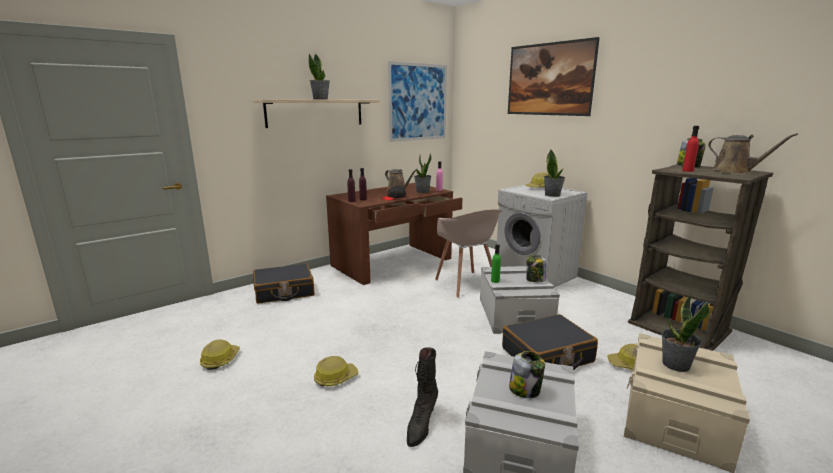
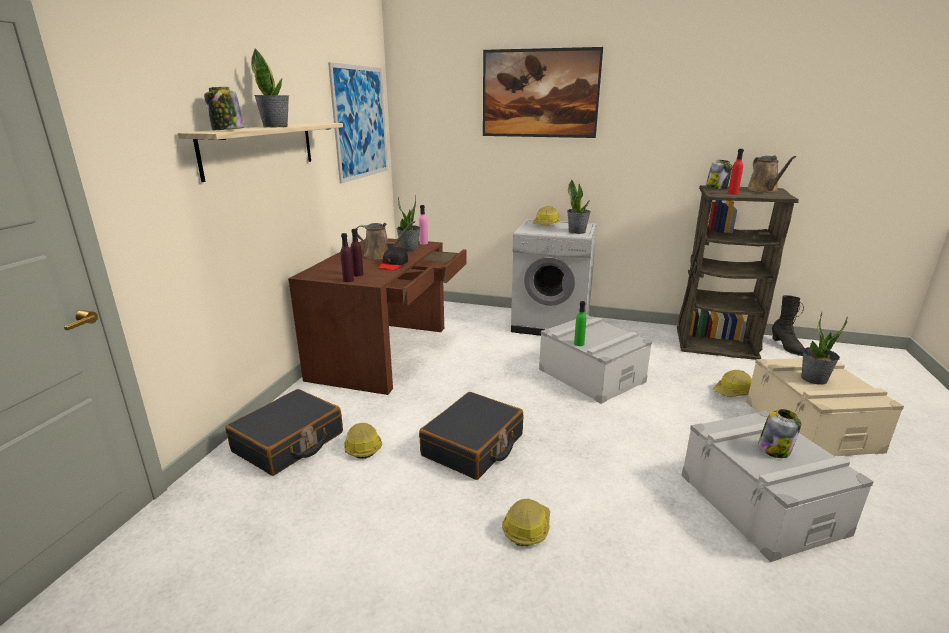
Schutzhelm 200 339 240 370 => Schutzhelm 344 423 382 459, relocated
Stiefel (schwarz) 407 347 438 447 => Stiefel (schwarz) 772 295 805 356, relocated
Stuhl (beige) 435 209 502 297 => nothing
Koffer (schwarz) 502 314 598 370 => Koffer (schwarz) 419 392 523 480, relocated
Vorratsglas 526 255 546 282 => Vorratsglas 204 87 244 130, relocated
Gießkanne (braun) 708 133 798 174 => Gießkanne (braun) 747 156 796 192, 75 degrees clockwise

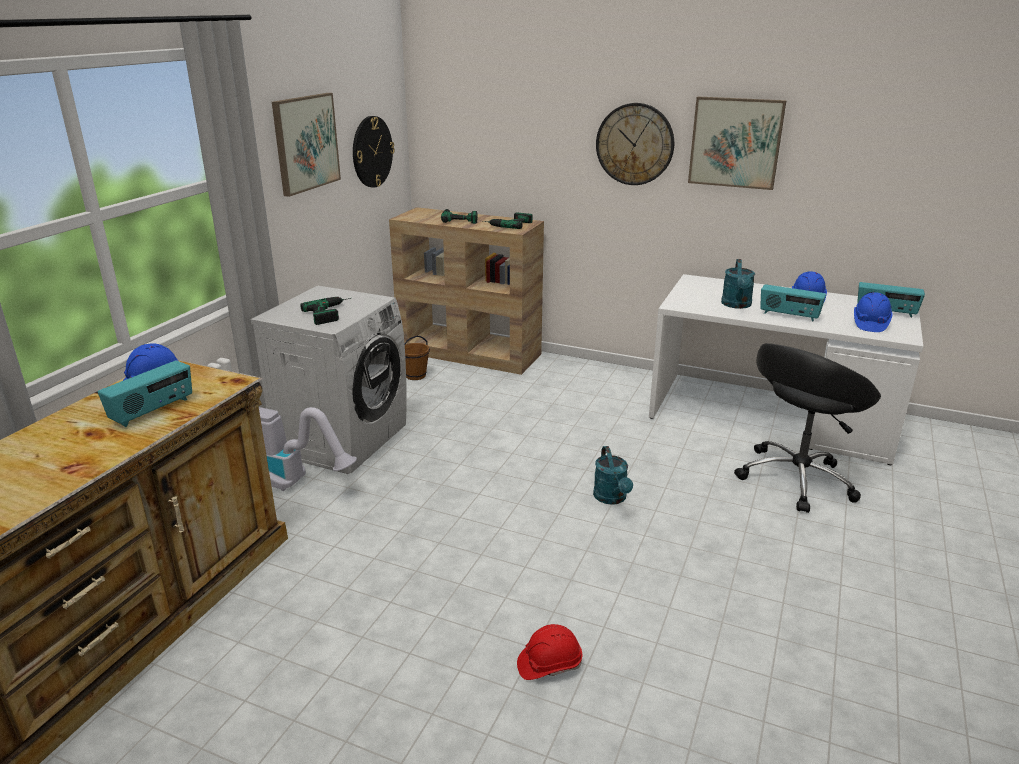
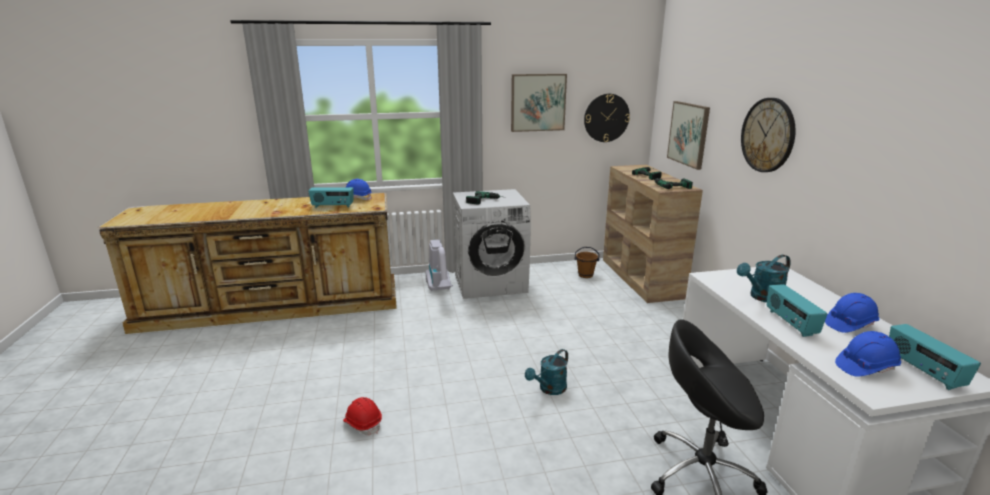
Bild 688 97 786 190 => Bild 667 101 710 170, relocated

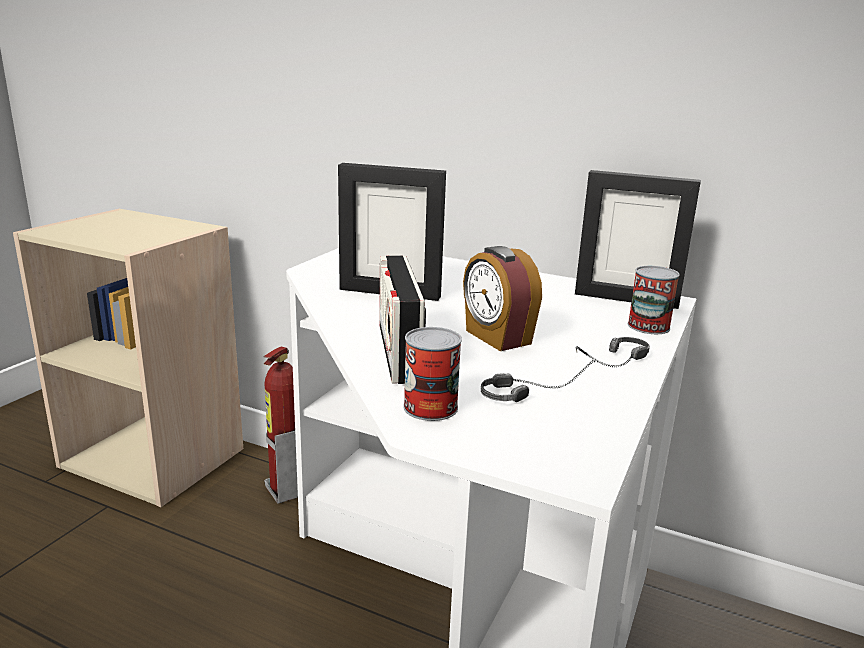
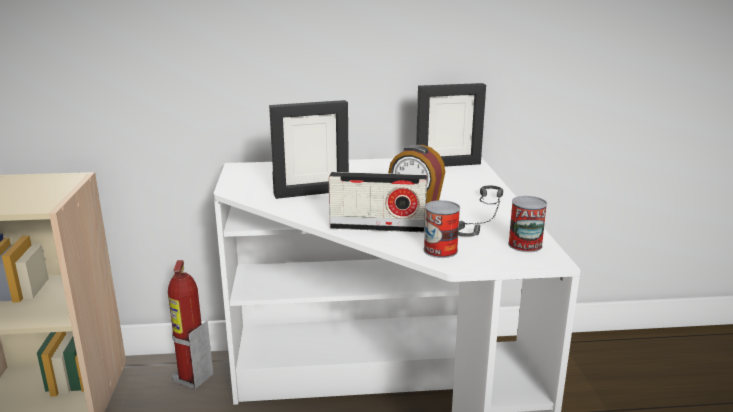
Radio 379 256 426 384 => Radio 329 172 427 232, 45 degrees counterclockwise
Dose 628 266 680 334 => Dose 508 196 547 252, relocated

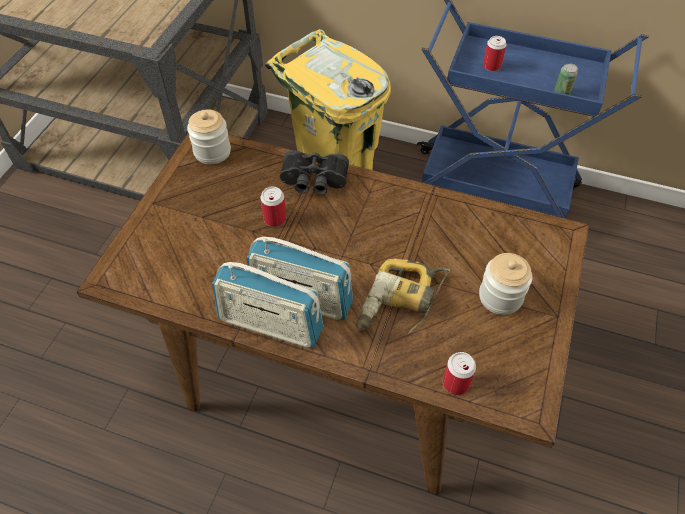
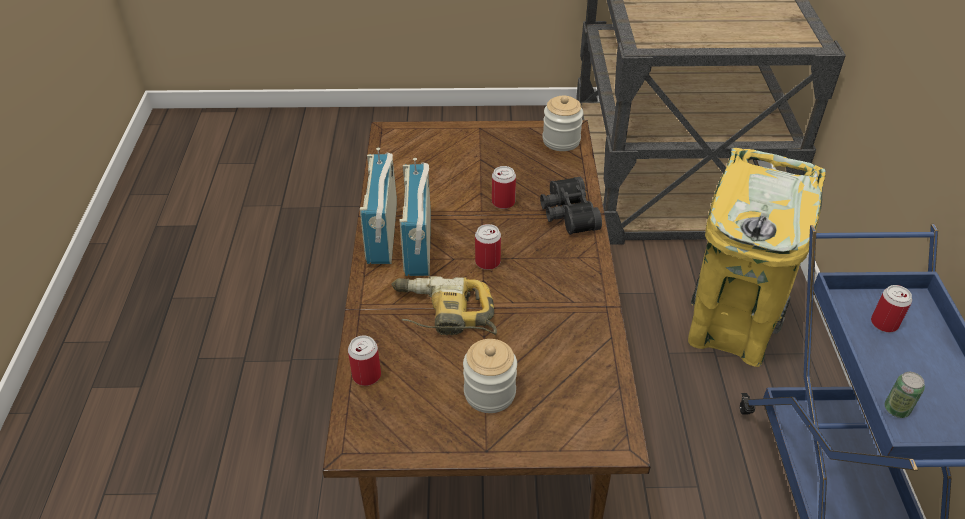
nothing => Dose 475 224 501 270

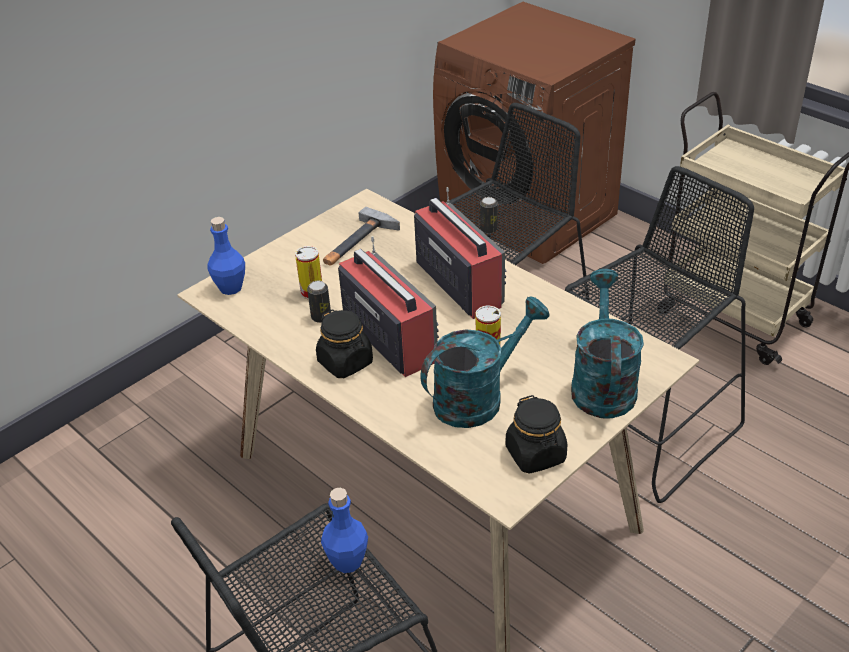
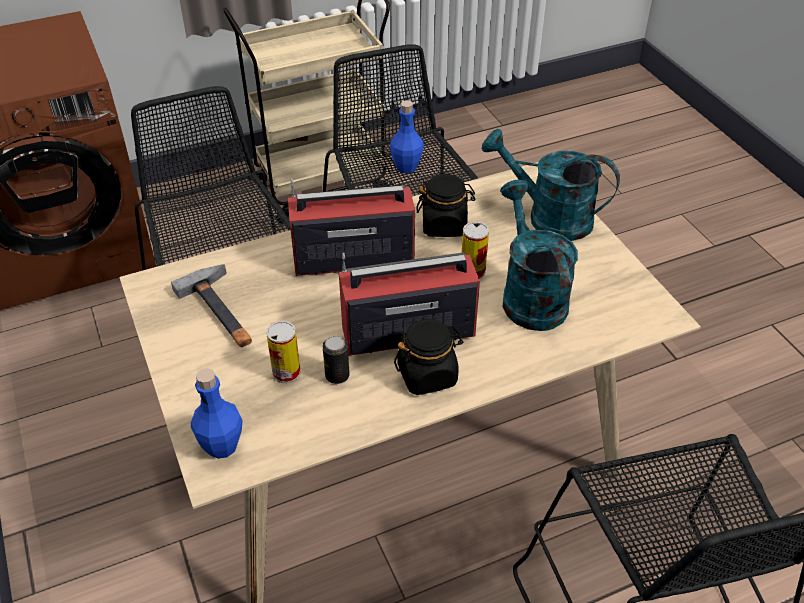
Flasche (blau) 321 487 368 573 => Flasche (blau) 390 100 424 173, relocated
Dose 480 197 498 234 => nothing
Vorratsglas (schwarz) 505 395 567 474 => Vorratsglas (schwarz) 417 174 475 237, relocated

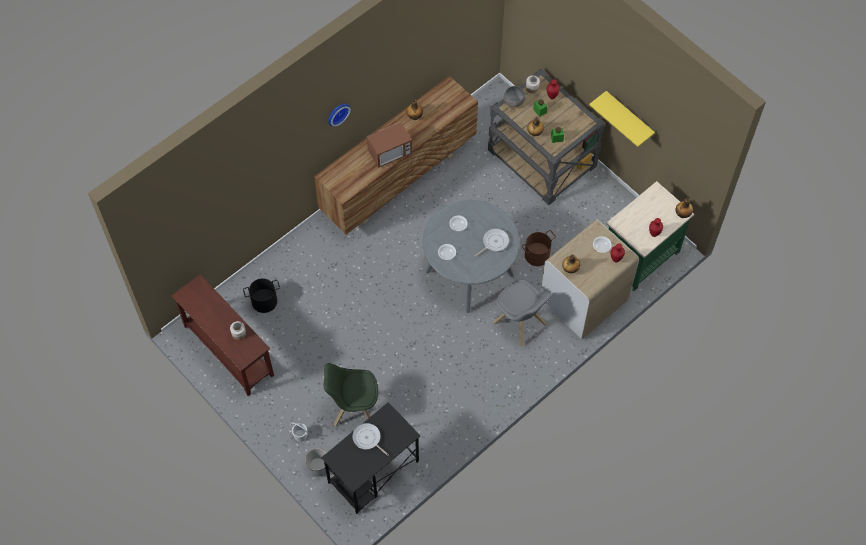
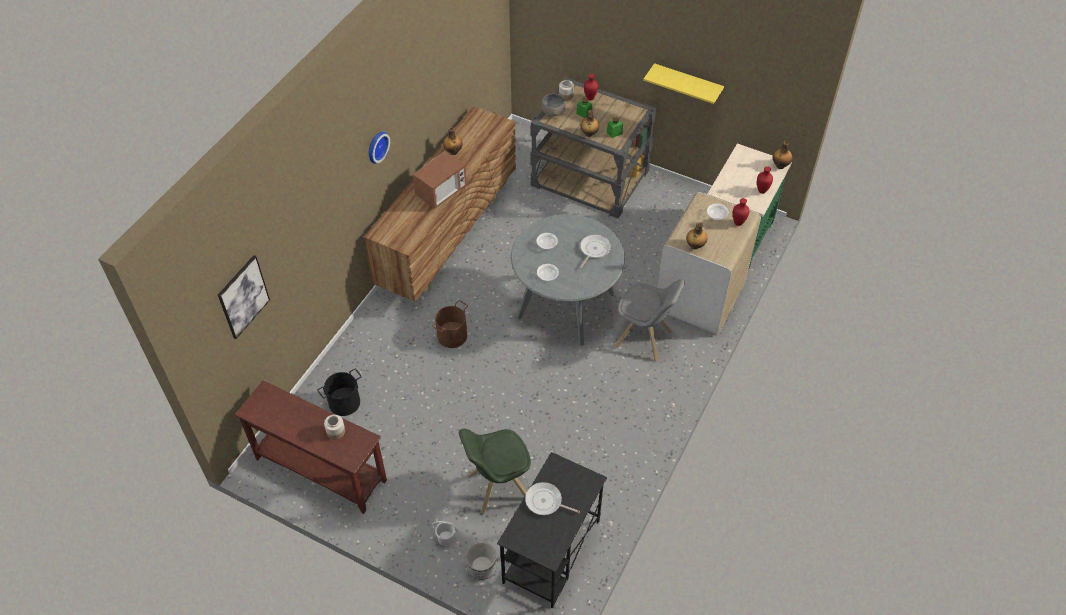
Eimer (braun) 522 230 556 266 => Eimer (braun) 432 300 468 348, relocated
nothing => Bild 218 255 270 339

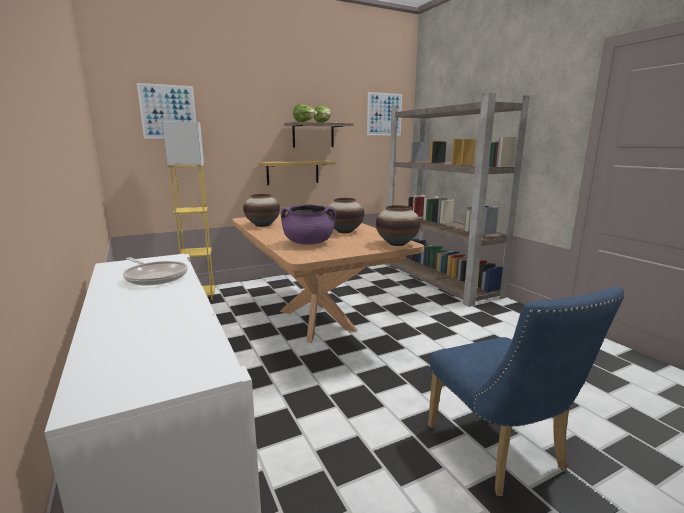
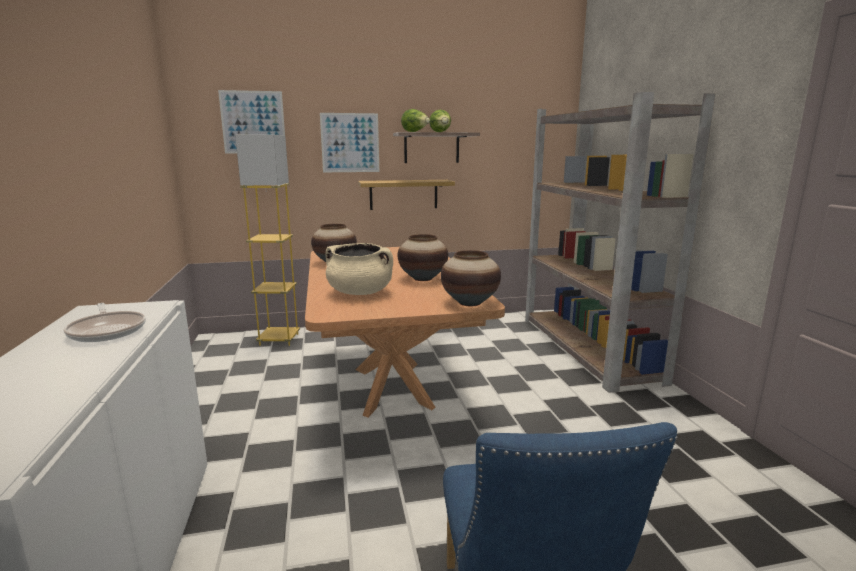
Kochtopf (lila) 281 204 336 245 => Kochtopf (beige) 325 243 393 295
Bild 367 92 402 136 => Bild 320 113 379 172, relocated

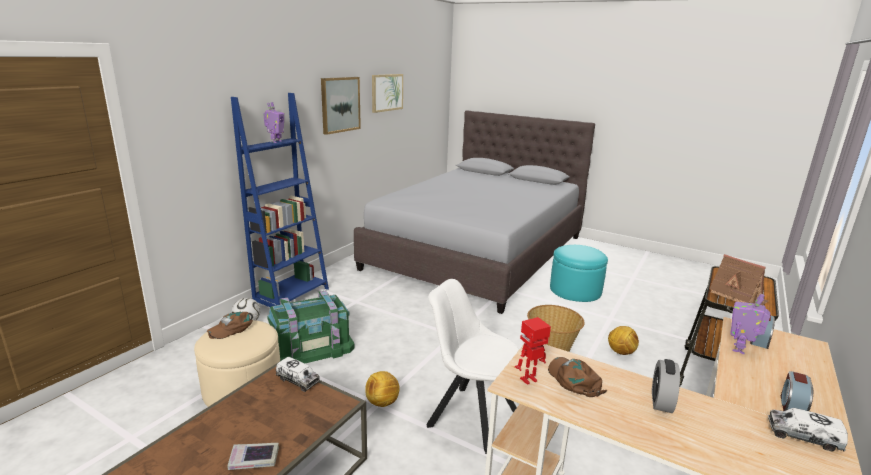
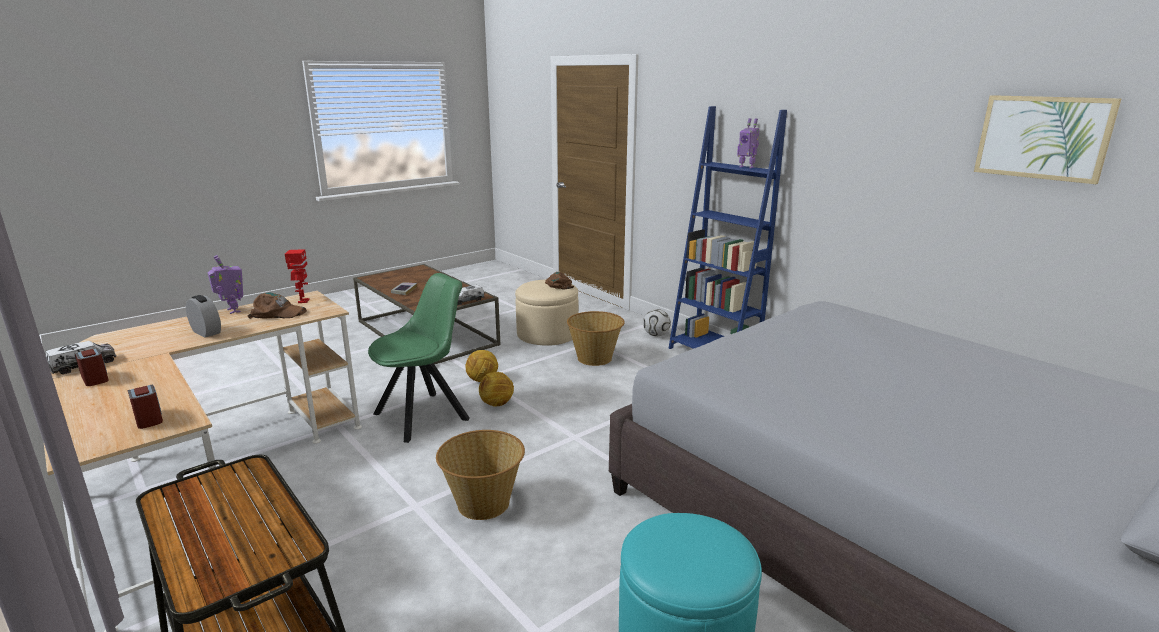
Aufbewahrungsbox (grün) 267 291 355 363 => Korb 567 311 625 366
Bild 321 77 361 135 => nothing
Stuhl (weiß) 426 279 520 454 => Stuhl (grün) 368 273 470 443
Fußball 608 326 639 355 => Fußball 479 372 514 407, relocated
Spielzeughaus 710 254 768 305 => nothing
Spielzeugroboter 730 294 771 355 => Spielzeugroboter 208 255 243 314, relocated

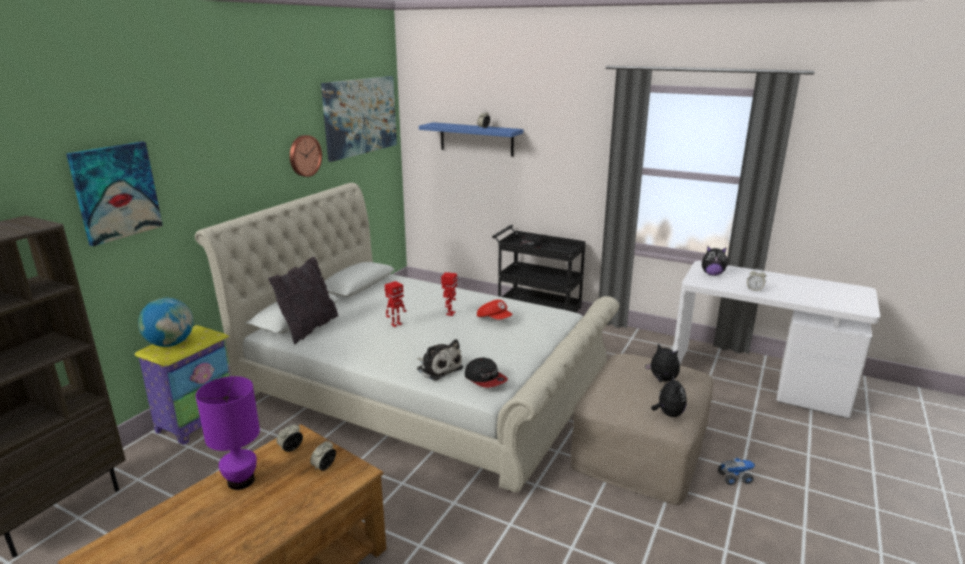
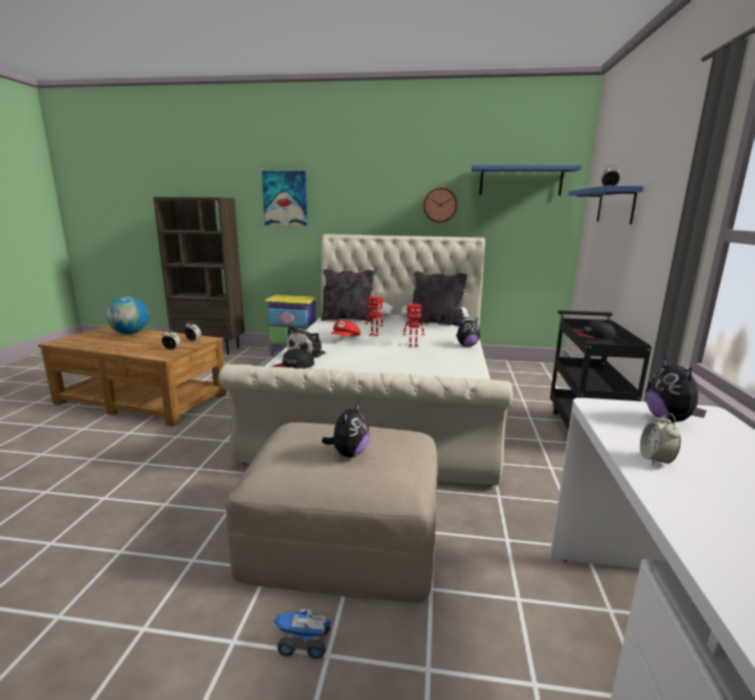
Globus 138 298 194 347 => Globus 106 296 149 334, relocated
Tischlampe (lila) 196 376 260 490 => nothing
Bild 321 76 397 162 => Wandregal (blau) 471 165 582 196
Kappe (rot) 477 300 513 320 => Kappe (rot) 331 320 361 336, relocated
Plüschtier 651 375 686 417 => Plüschtier 456 318 480 347, relocated
Spielzeuglaster 718 457 755 485 => Spielzeuglaster 274 609 332 659, 120 degrees clockwise
nothing => Kissen (schwarz) 412 271 467 326

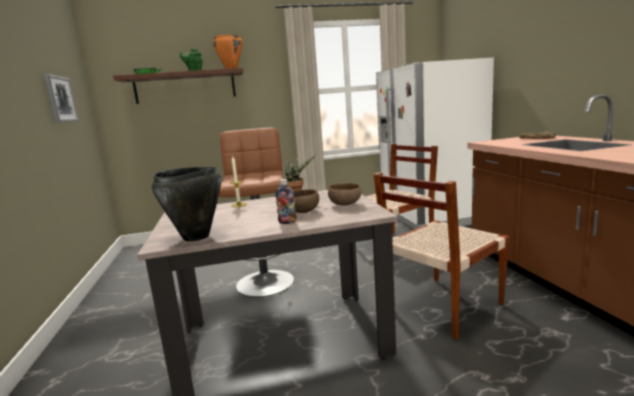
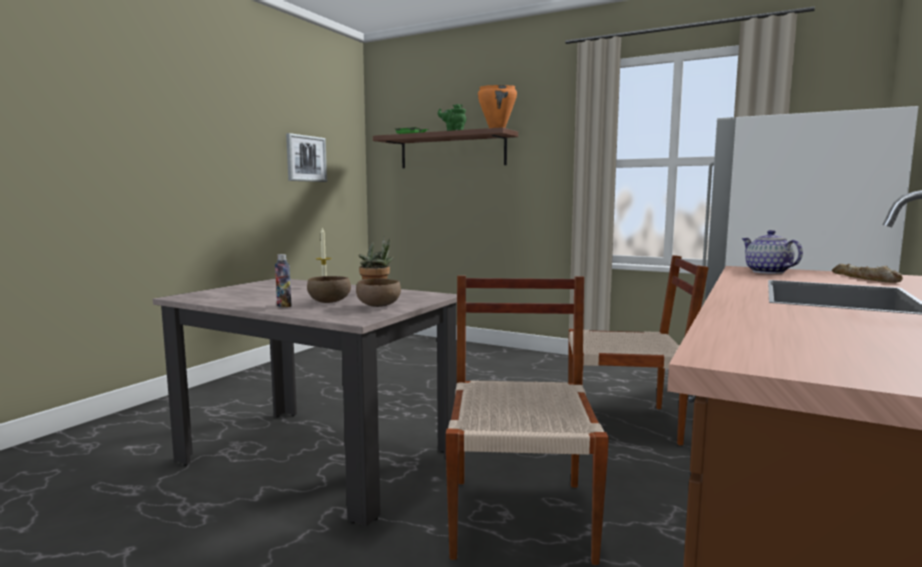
Kochtopf (schwarz) 152 167 221 242 => nothing
Hocker (braun) 219 128 294 297 => nothing
Stuhl 374 172 509 340 => Stuhl 446 275 609 565, 90 degrees clockwise
nothing => Teekanne 742 230 803 274

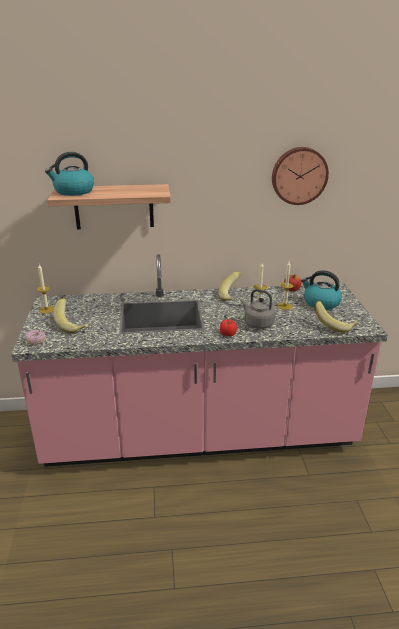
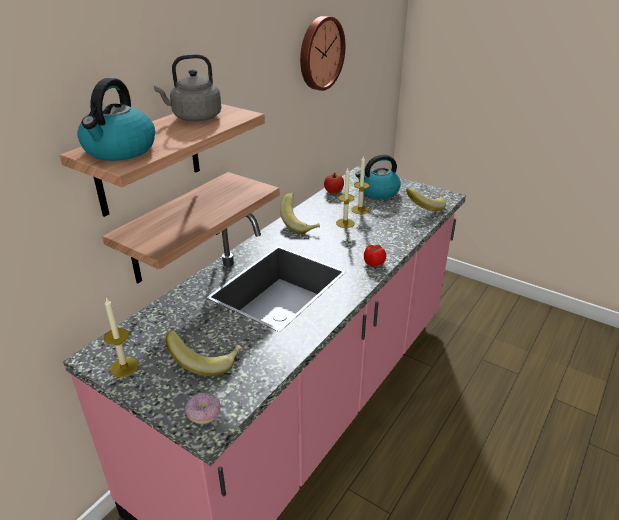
Wasserkessel (grau) 241 289 275 329 => Wasserkessel (grau) 154 54 221 122, relocated
nothing => Wandregal 102 172 280 283

